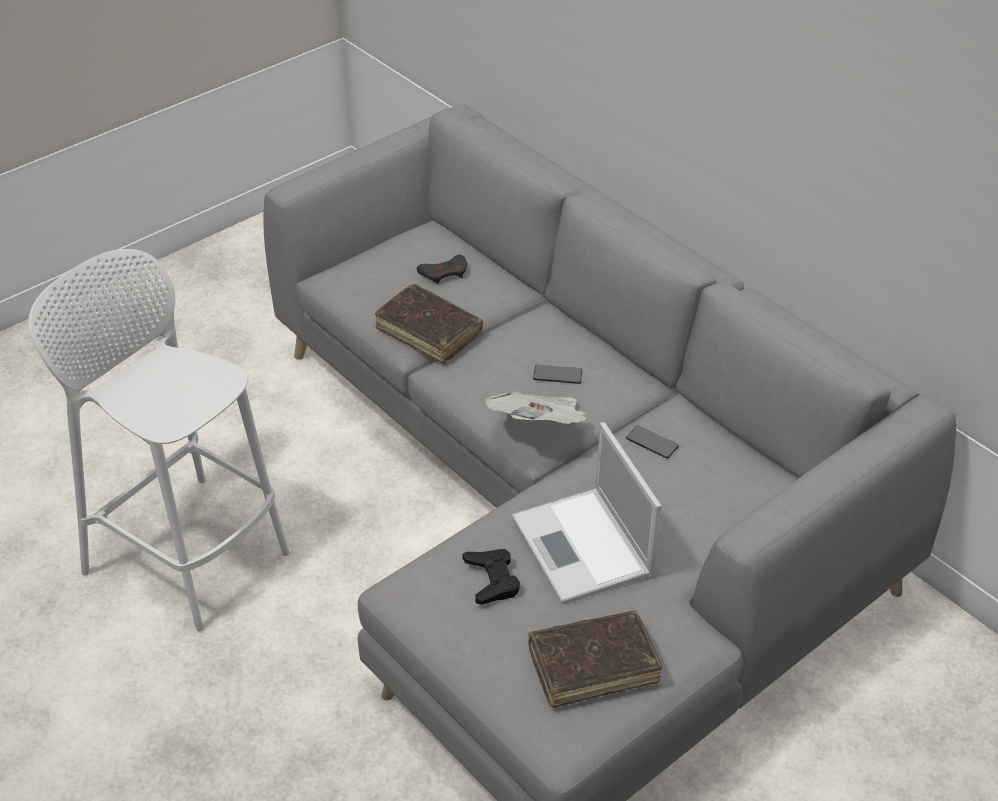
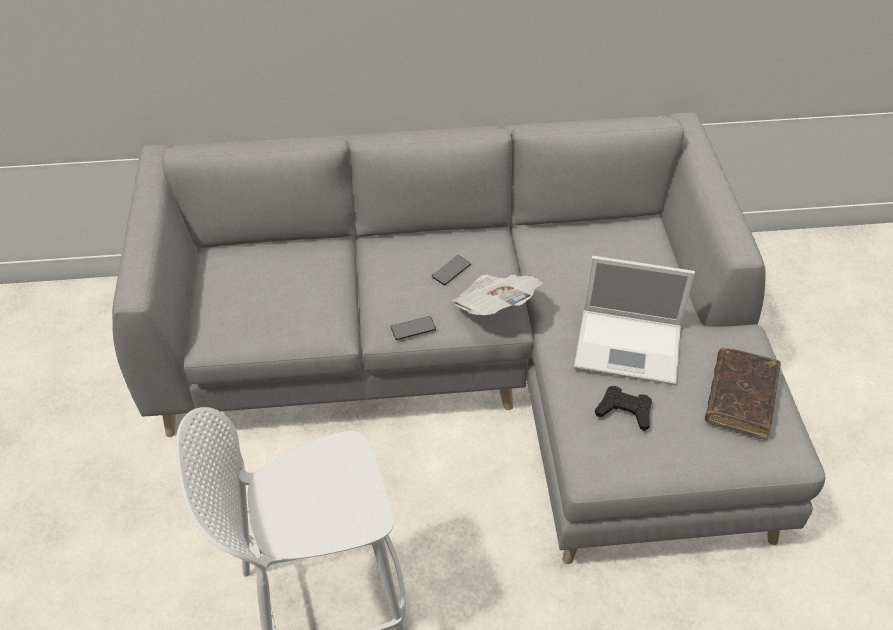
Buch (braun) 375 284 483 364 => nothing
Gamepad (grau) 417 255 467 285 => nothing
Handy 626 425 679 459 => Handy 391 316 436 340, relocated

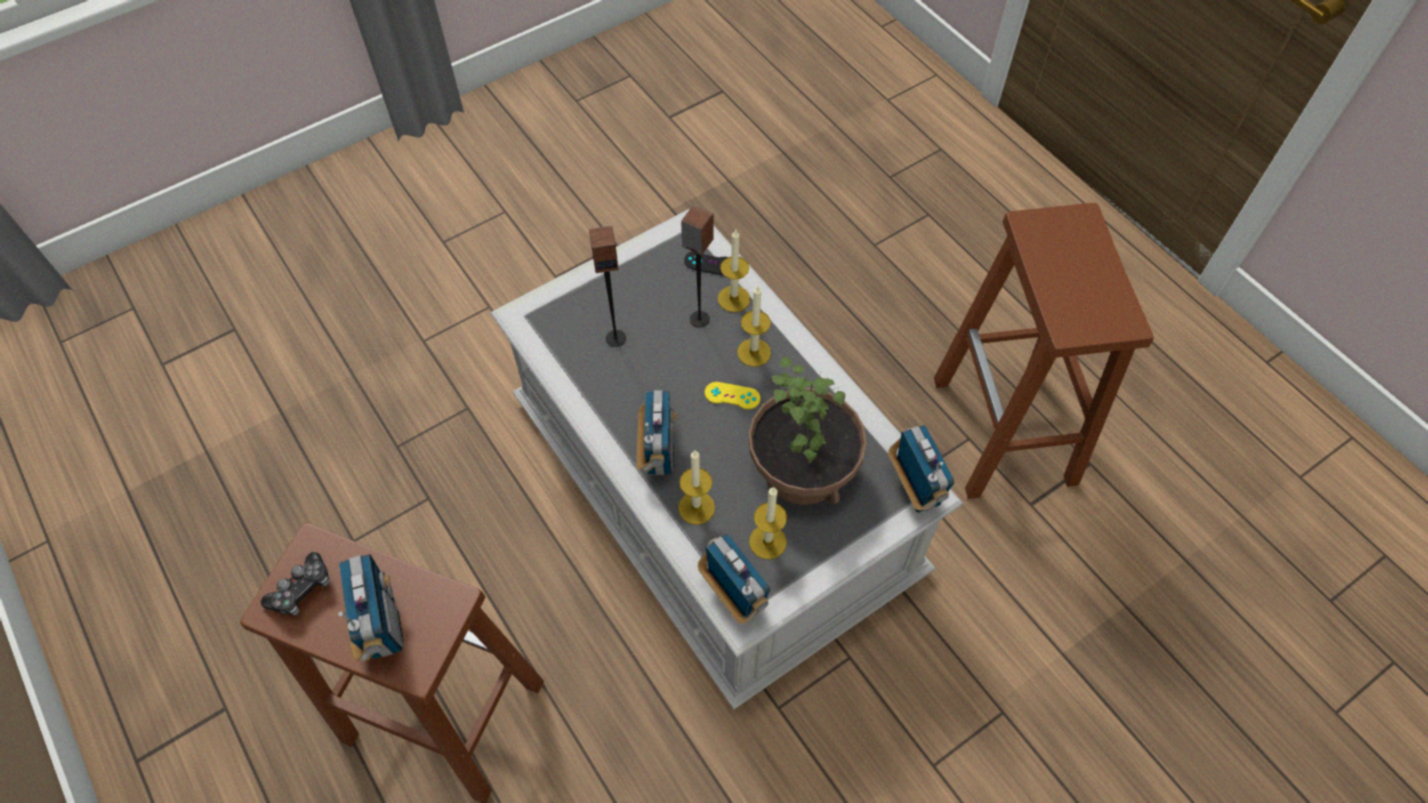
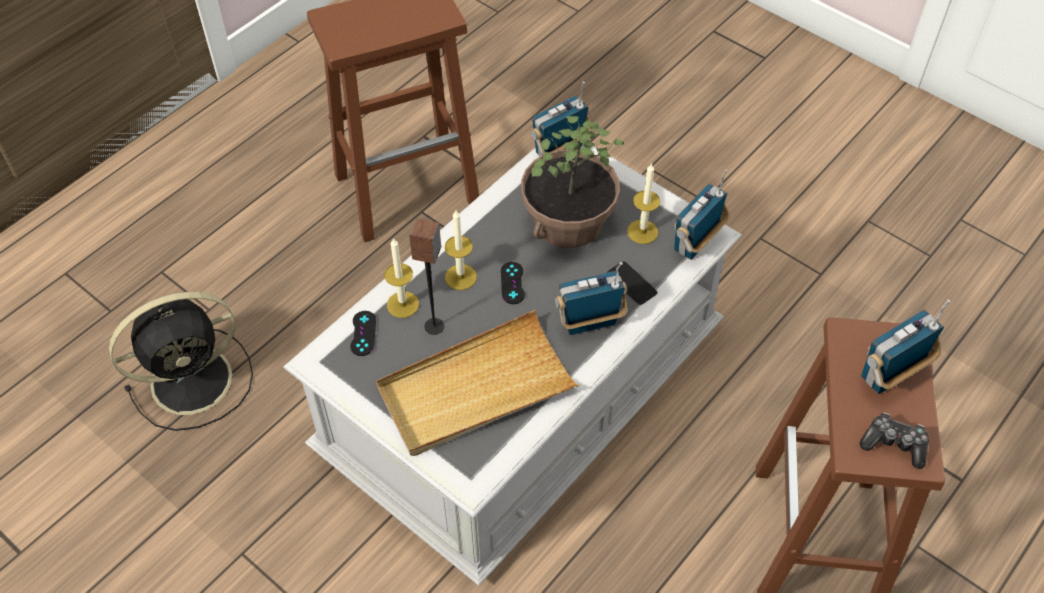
Lautsprecher 589 226 626 347 => Tablett (beige) 376 310 580 456
Kerze 678 451 715 525 => Handy 607 261 657 305
Gamepad (gelb) 705 382 760 409 => Gamepad (schwarz) 501 262 525 304
nothing => Ventilator (schwarz) 109 292 253 431

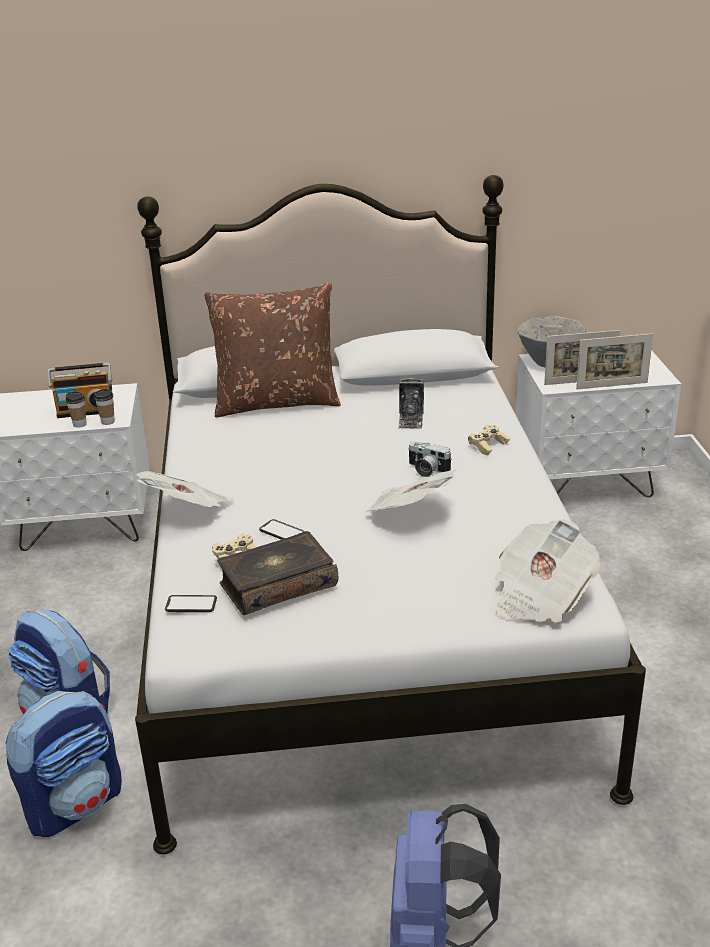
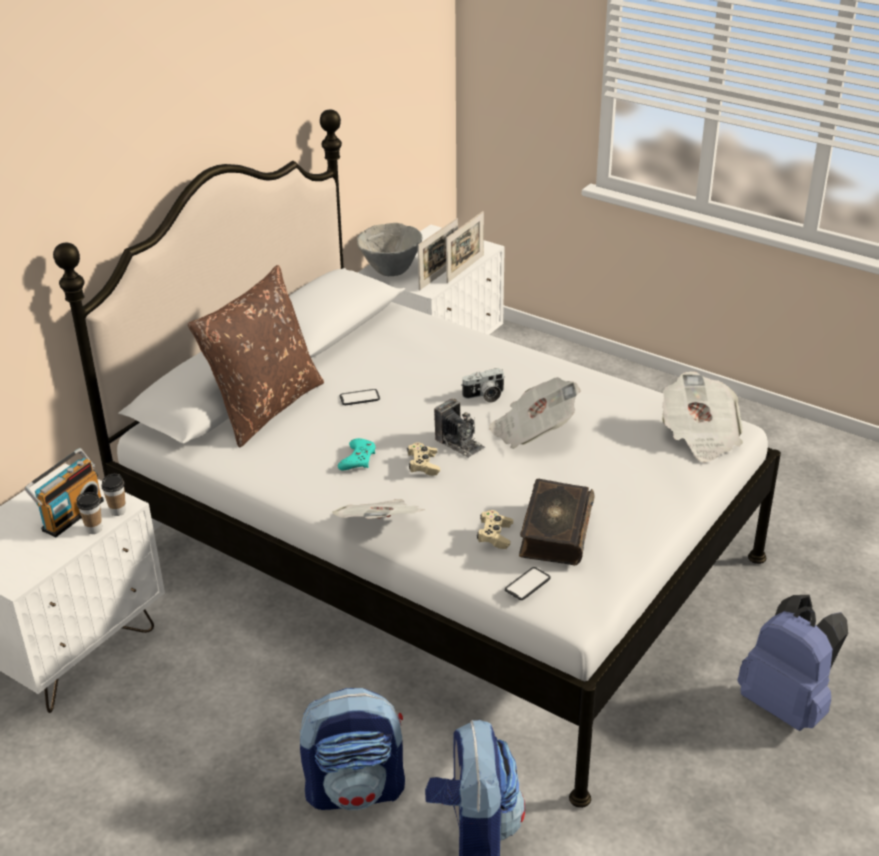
Handy 259 519 305 540 => Handy 340 389 380 405, relocated
Kamera 398 378 424 428 => Kamera 434 398 485 458, relocated
Gamepad (beige) 468 425 510 455 => Gamepad (beige) 407 442 440 476, relocated
nothing => Gamepad (türkis) 338 438 376 471

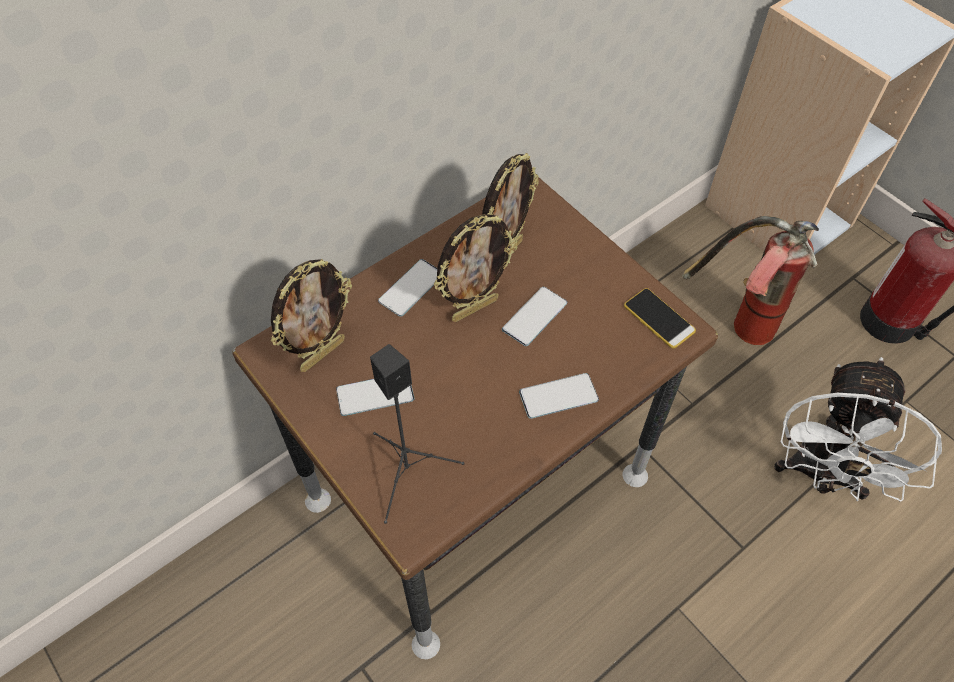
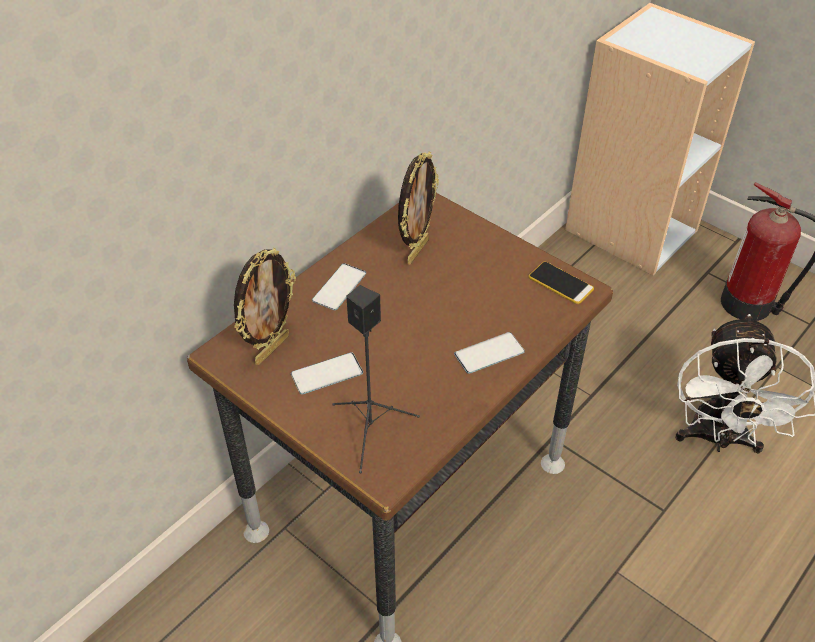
Bilderrahmen 434 214 518 322 => nothing
Handy 502 287 567 346 => nothing
Feuerlöscher 682 216 819 345 => nothing

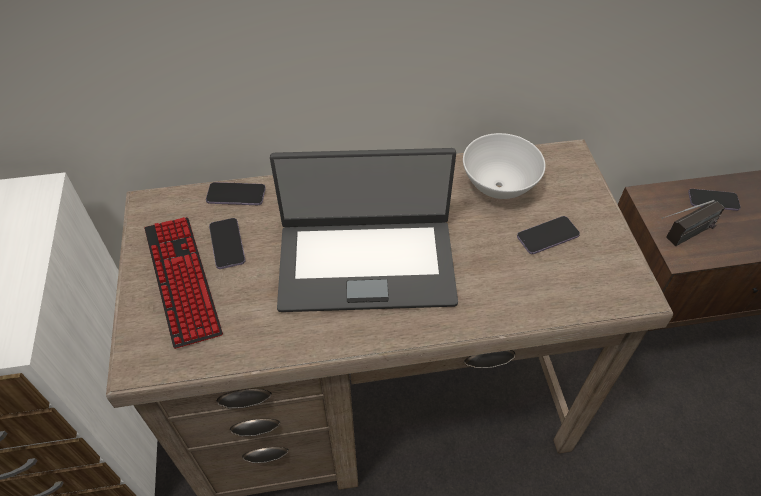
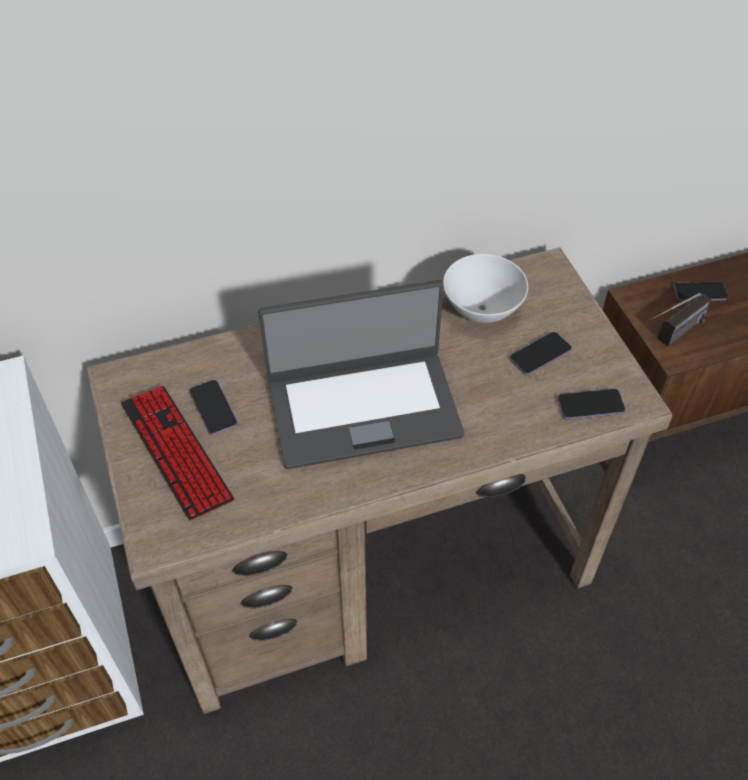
Handy 206 182 266 205 => Handy 558 389 625 420, relocated

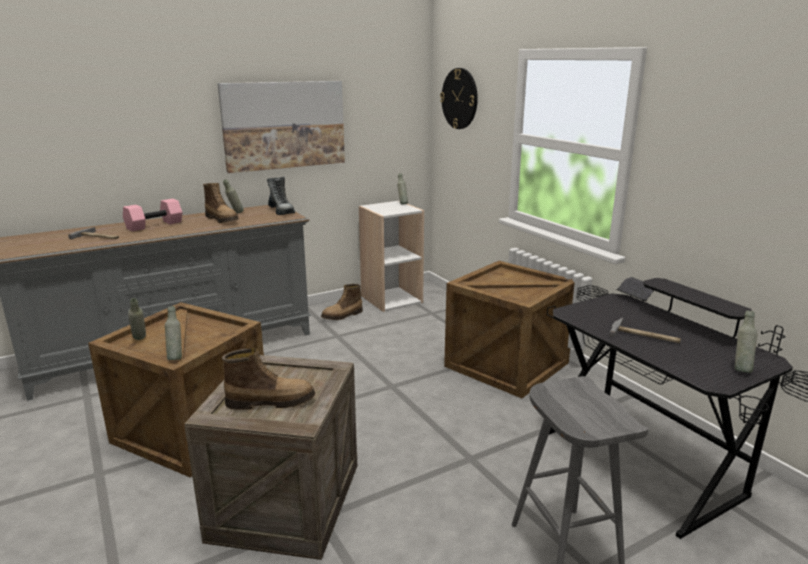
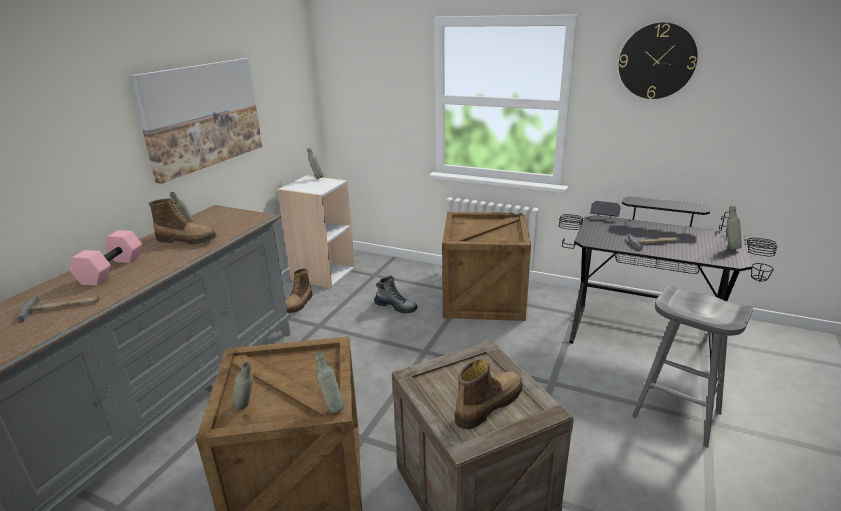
Stiefel 267 177 295 215 => Stiefel 374 275 417 314, relocated
Wanduhr 440 68 478 129 => Wanduhr 619 22 698 99, relocated

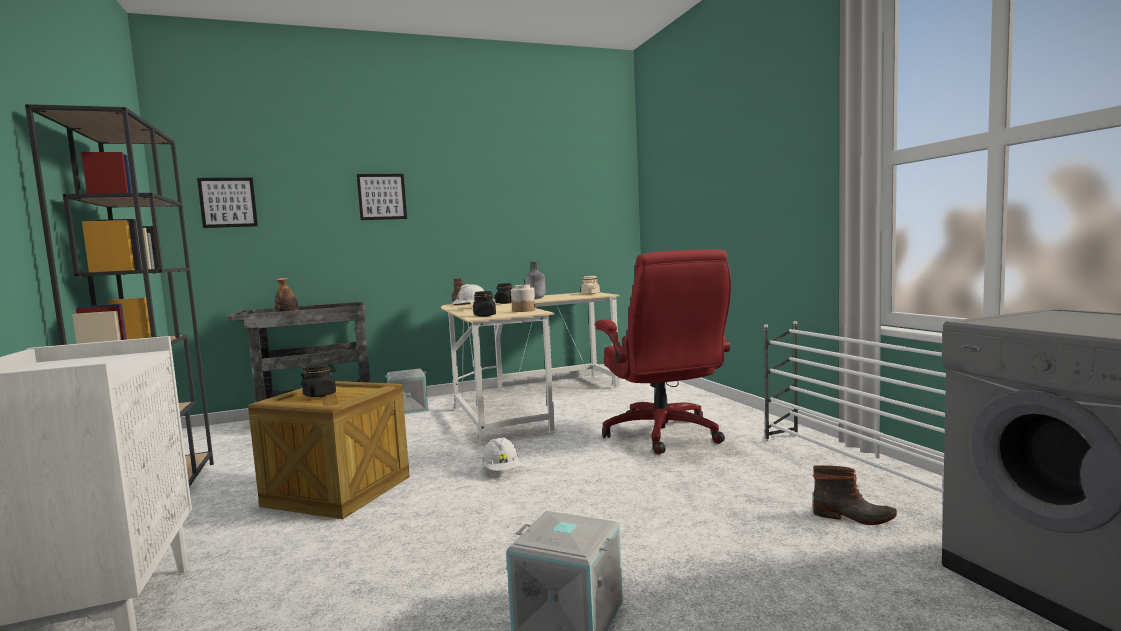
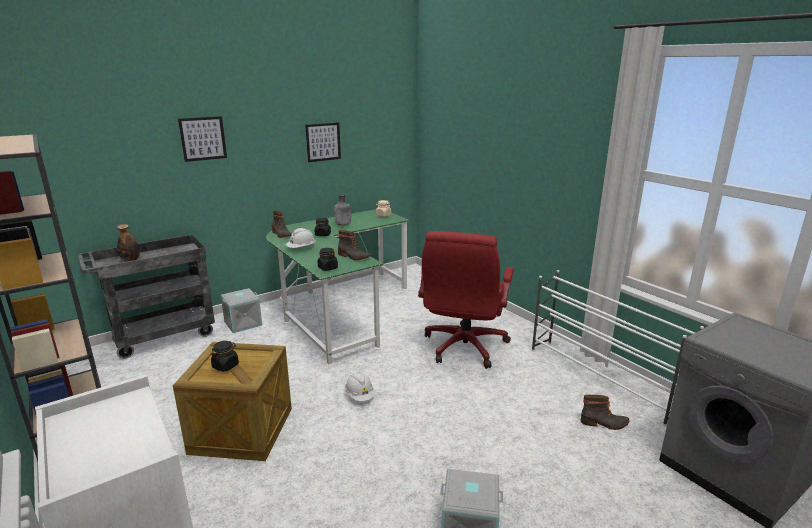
Bild 197 178 258 228 => Bild 305 123 341 162, relocated
Schreibtisch (beige) 441 293 620 444 => Schreibtisch (grün) 266 209 410 366
Vorratsglas 511 285 535 312 => Stiefel 338 230 371 260
Bürostuhl (rot) 595 249 731 454 => Bürostuhl (rot) 418 231 514 369, 45 degrees clockwise

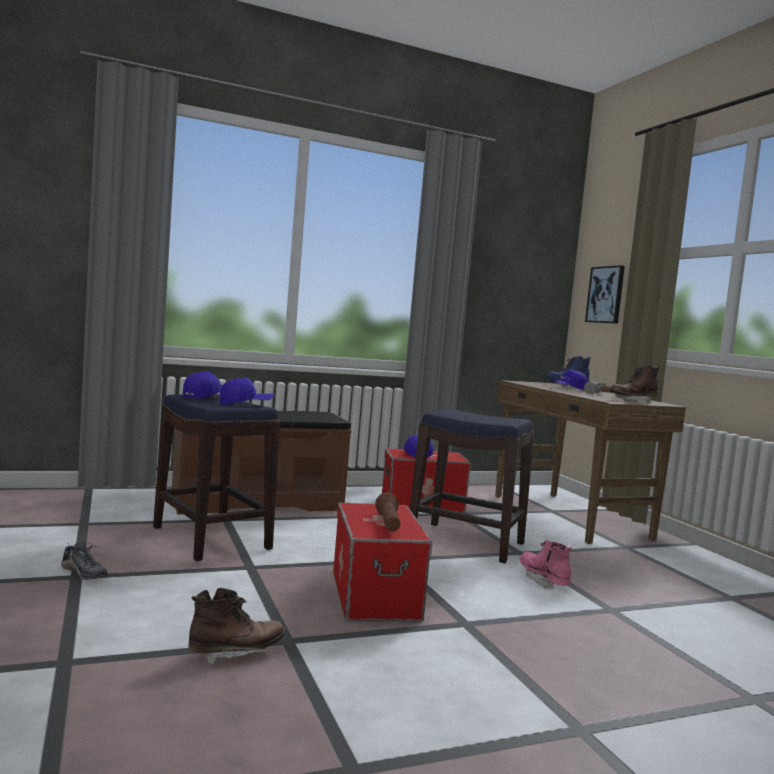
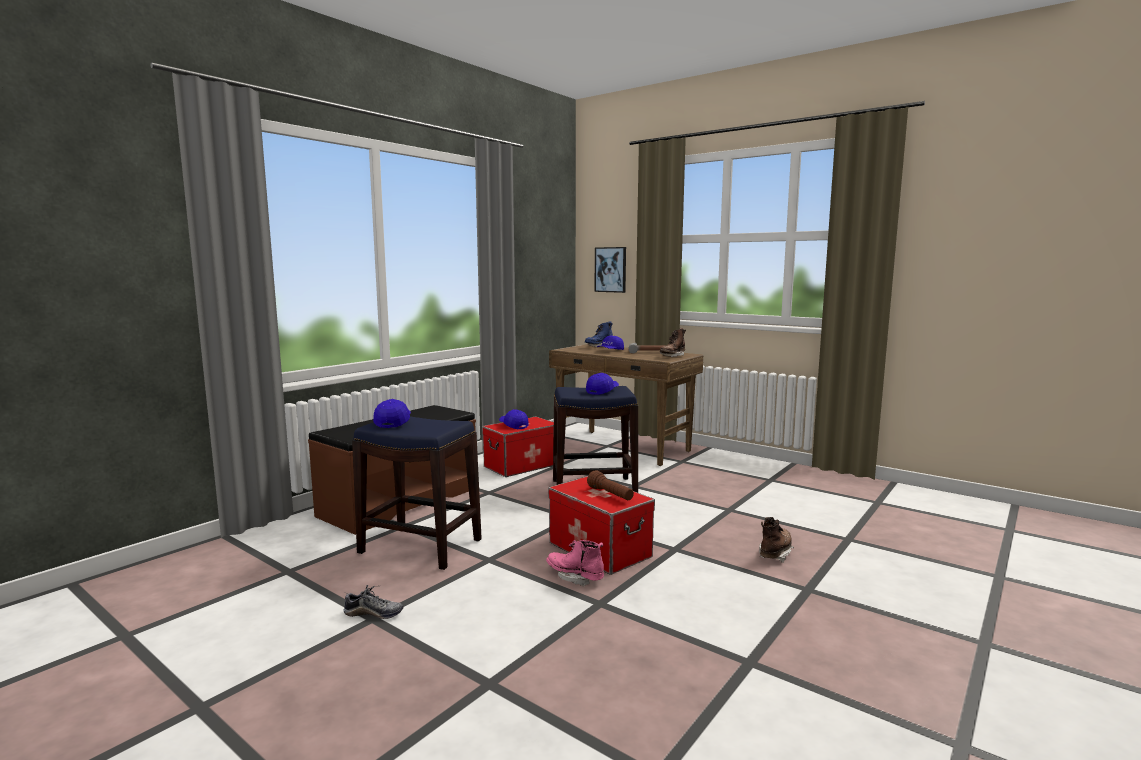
Stiefel (braun) 188 588 285 665 => Stiefel (braun) 759 517 794 563, relocated
Kappe (blau) 220 378 274 405 => Kappe (blau) 586 373 619 395, relocated
Stiefel (rosa) 520 539 572 589 => Stiefel (rosa) 546 540 604 587, relocated

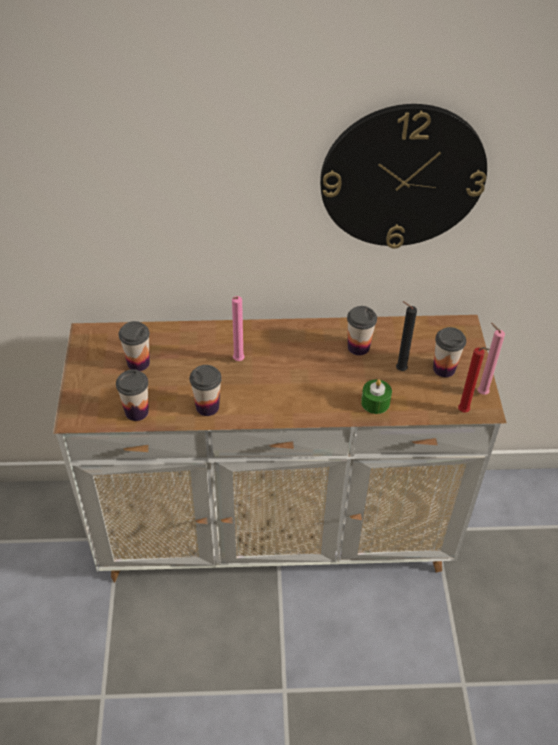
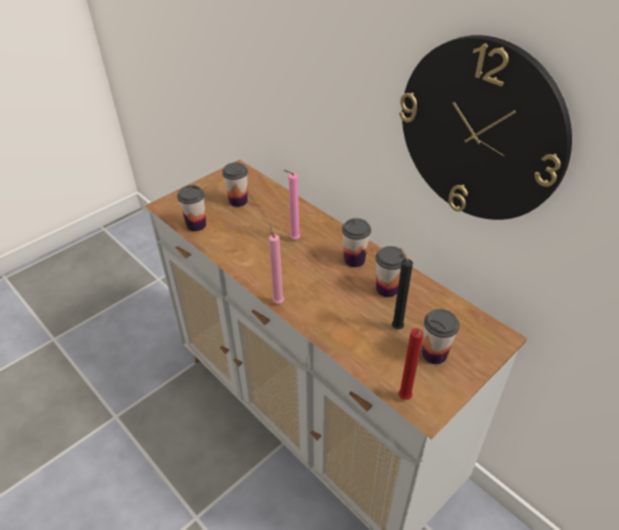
Tasse 190 365 222 416 => Tasse 342 218 371 267, relocated
Kerze (grün) 361 379 392 414 => nothing
Kerze (rosa) 478 323 505 395 => Kerze (rosa) 269 223 284 303, relocated

